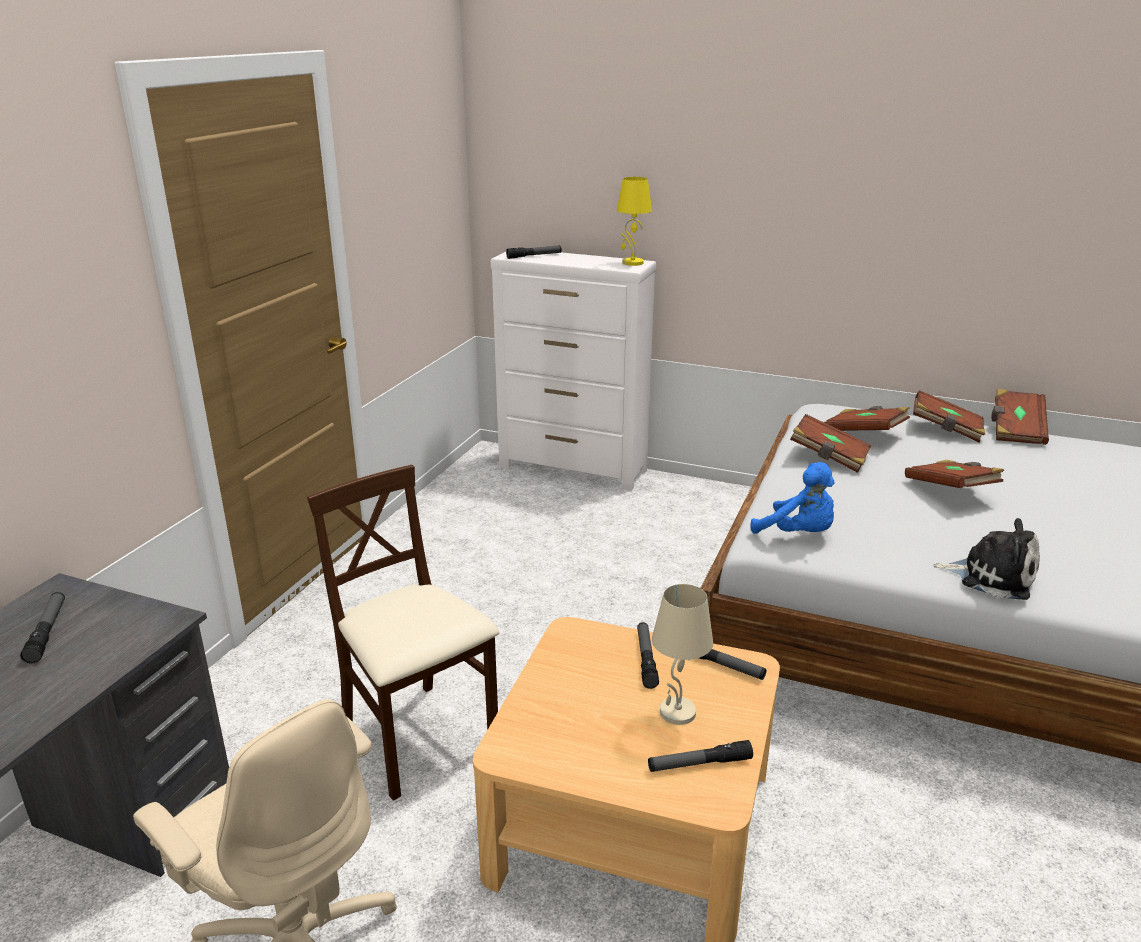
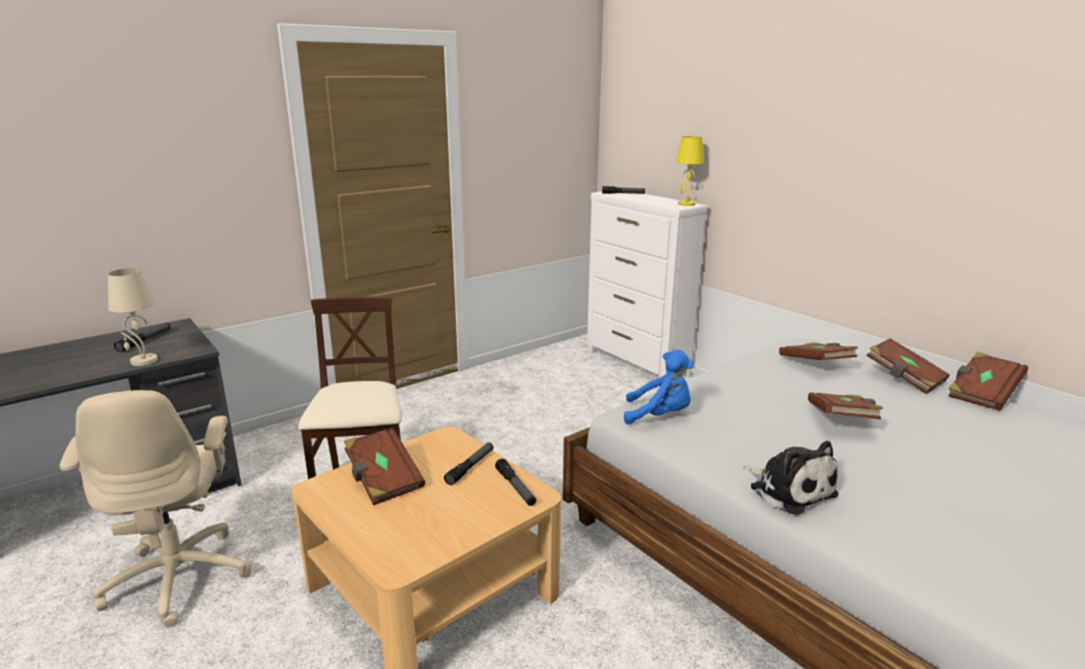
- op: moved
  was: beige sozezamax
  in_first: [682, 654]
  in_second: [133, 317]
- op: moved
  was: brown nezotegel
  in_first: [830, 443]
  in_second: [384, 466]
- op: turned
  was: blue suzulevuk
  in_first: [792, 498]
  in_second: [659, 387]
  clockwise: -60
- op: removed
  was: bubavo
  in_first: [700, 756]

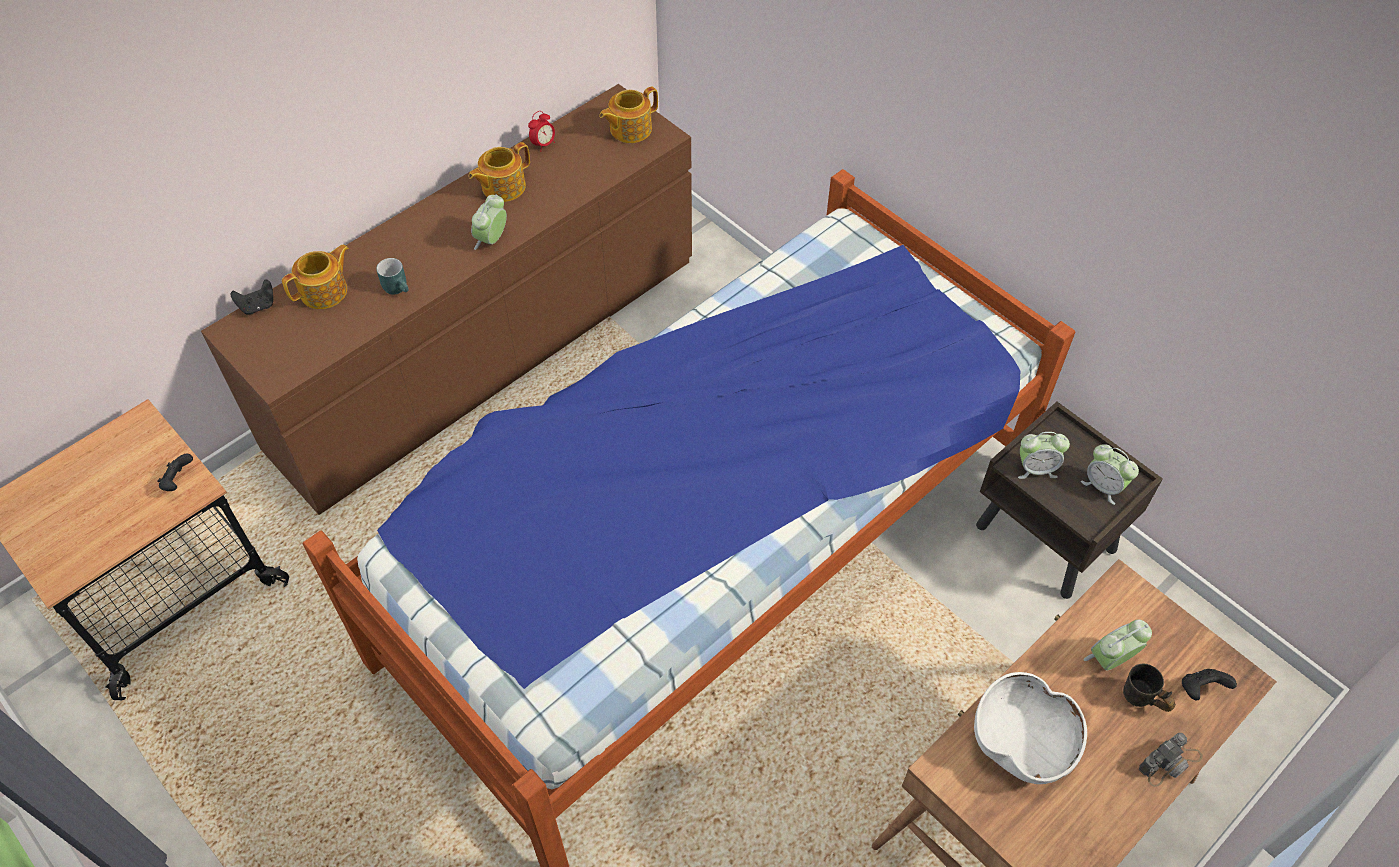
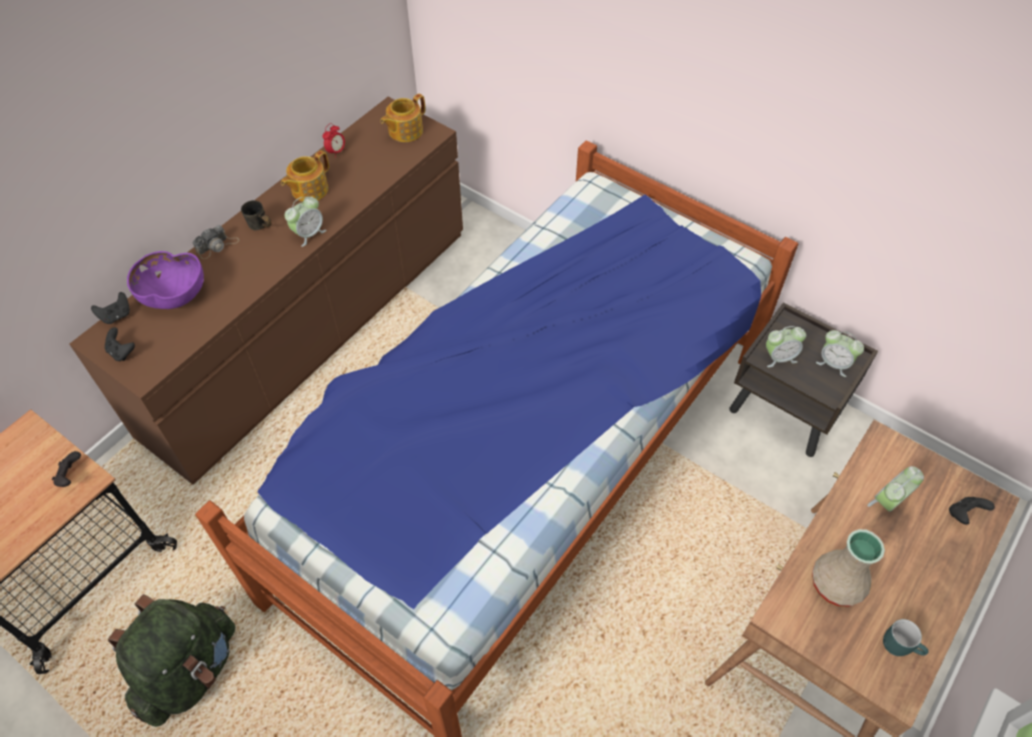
- op: added
  now: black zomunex
  in_second: [120, 344]
- op: added
  now: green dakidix
  in_second: [171, 660]
- op: replaced
  was: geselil
  now: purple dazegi
  in_first: [315, 277]
  in_second: [165, 280]
- op: moved
  was: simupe
  in_first: [1171, 760]
  in_second: [215, 242]
- op: moved
  was: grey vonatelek
  in_first: [1149, 687]
  in_second: [256, 215]
- op: turned
  was: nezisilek
  in_first: [489, 222]
  in_second: [305, 222]
  clockwise: -150
- op: replaced
  was: white dazegi
  now: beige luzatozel
  in_first: [1030, 728]
  in_second: [848, 568]
- op: moved
  was: turquoise vonatelek
  in_first: [392, 276]
  in_second: [906, 637]

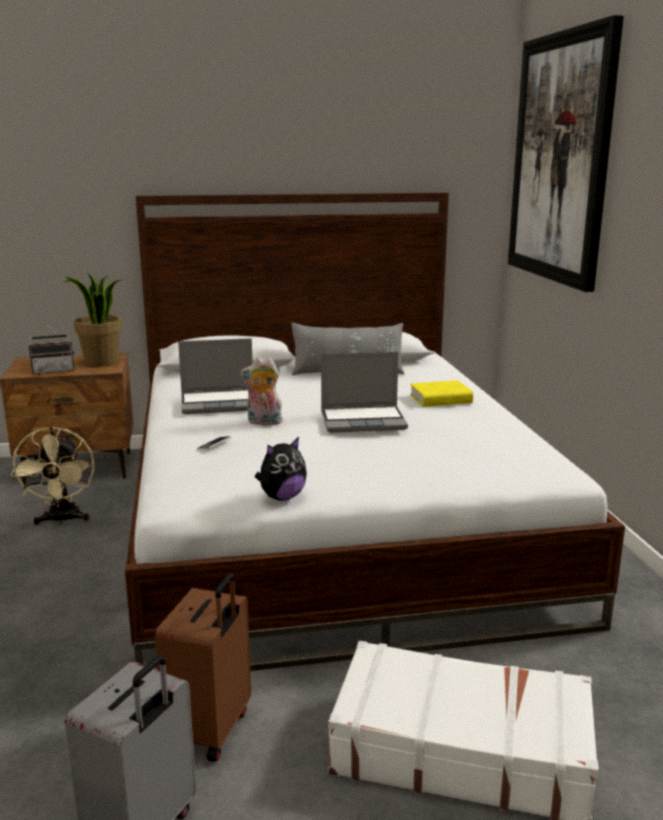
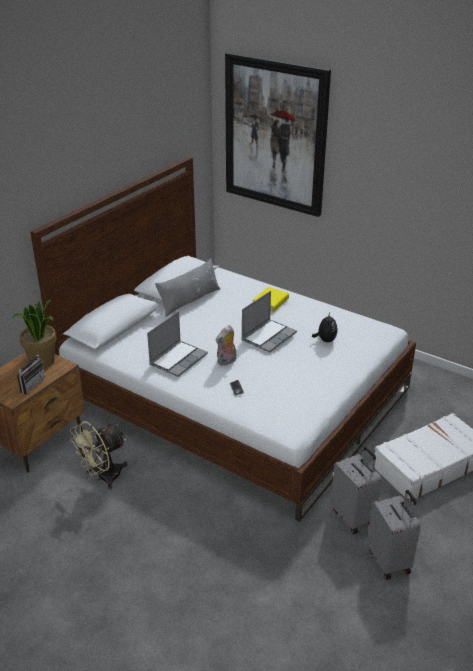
- op: turned
  was: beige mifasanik
  in_first: [52, 476]
  in_second: [98, 455]
  clockwise: 105
- op: moved
  was: suzulevuk
  in_first: [281, 469]
  in_second: [325, 327]
- op: recoloured
  was: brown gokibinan
  now: grey gokibinan
  in_first: [203, 667]
  in_second: [356, 490]

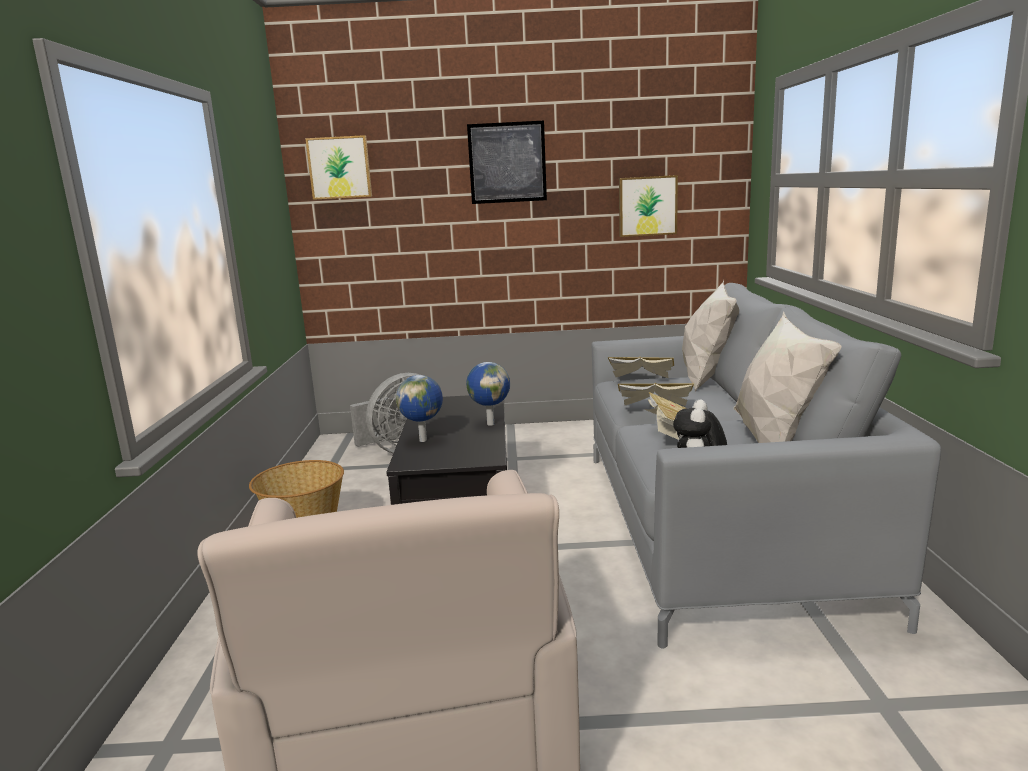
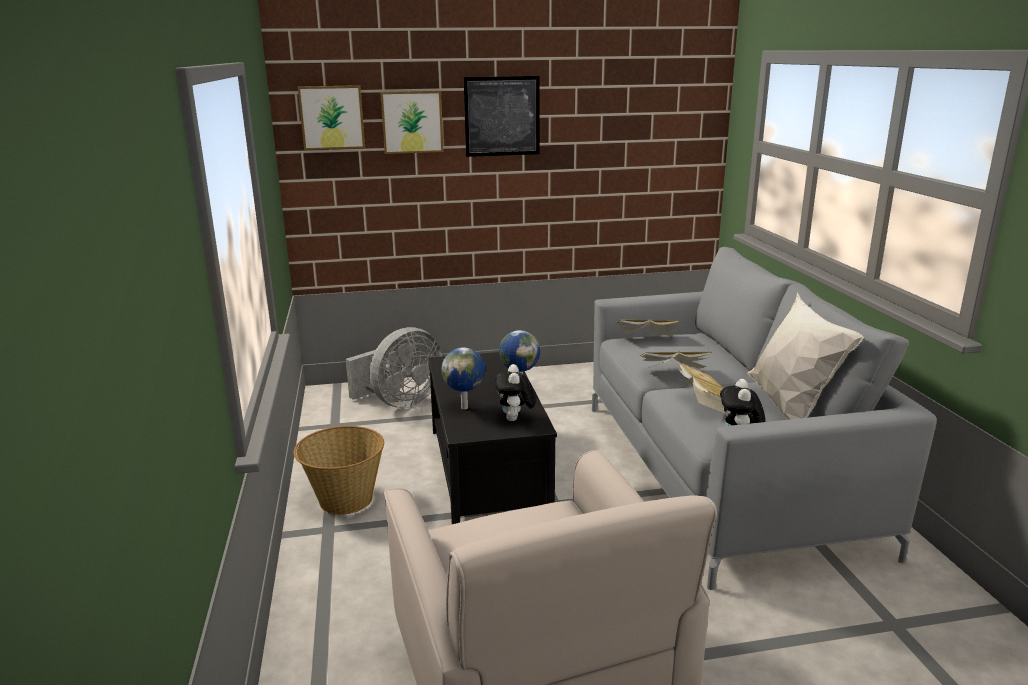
- op: moved
  was: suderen
  in_first: [648, 206]
  in_second: [412, 122]
- op: added
  now: suzulevuk
  in_second: [515, 392]
- op: removed
  was: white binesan
  in_first: [710, 336]

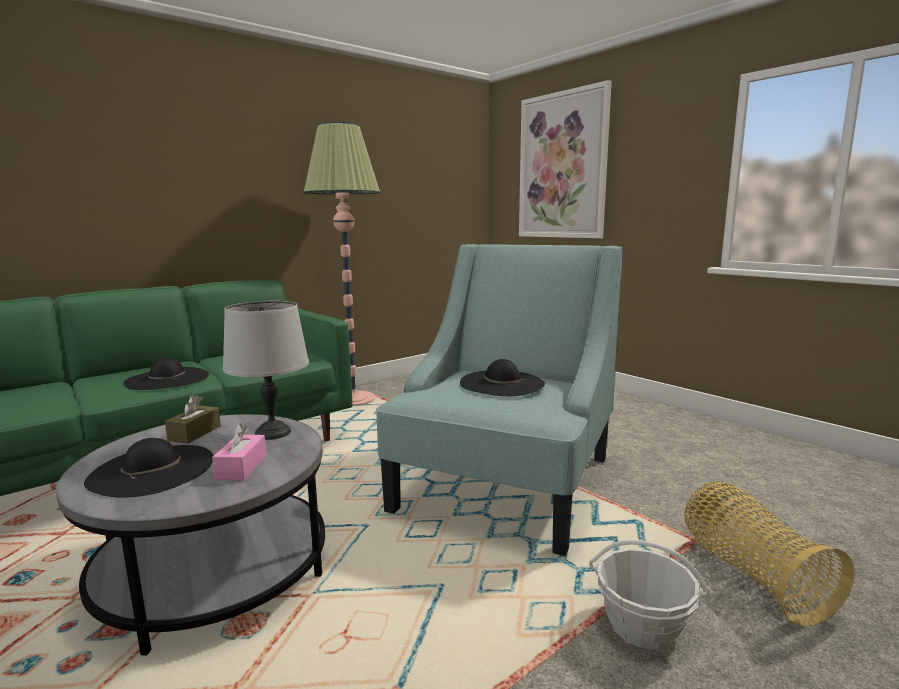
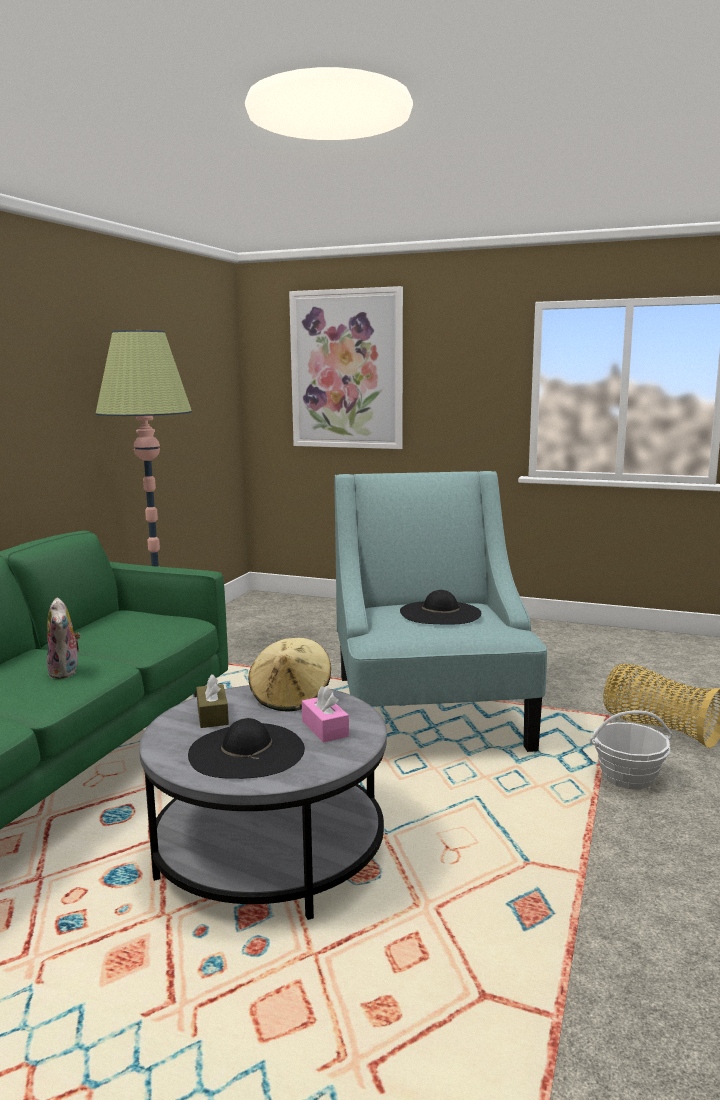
- op: replaced
  was: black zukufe
  now: suzulevuk
  in_first: [166, 373]
  in_second: [64, 638]
- op: replaced
  was: grey sozezamax
  now: beige zukufe
  in_first: [266, 370]
  in_second: [290, 674]

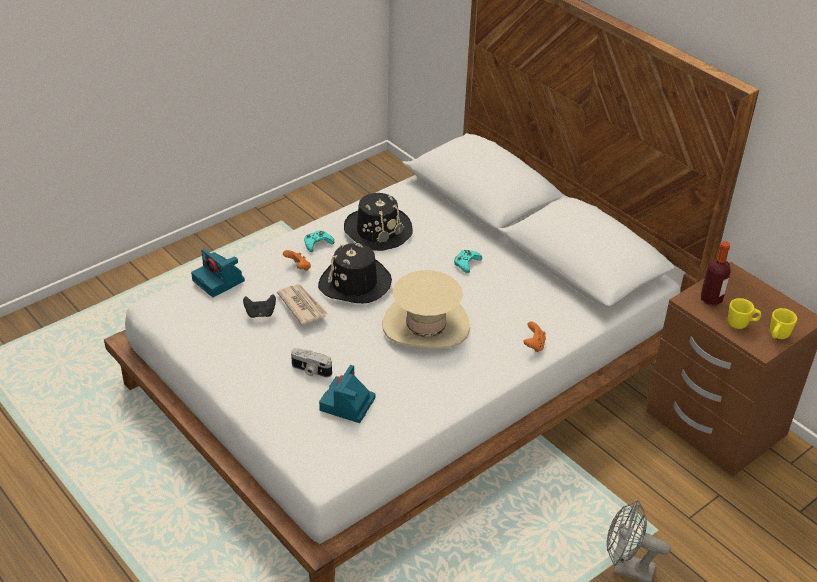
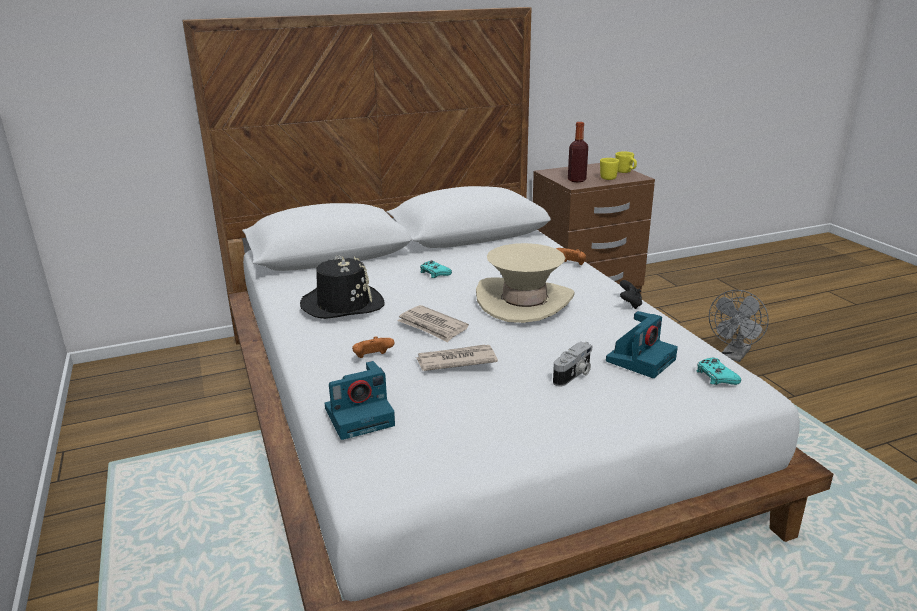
- op: replaced
  was: black zukufe
  now: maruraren
  in_first: [355, 273]
  in_second: [433, 323]
- op: turned
  was: simupe
  in_first: [347, 394]
  in_second: [642, 344]
  clockwise: -90
- op: moved
  was: black zomunex
  in_first: [259, 306]
  in_second: [631, 294]
- op: moved
  was: turquoise zomunex
  in_first: [319, 241]
  in_second: [719, 371]

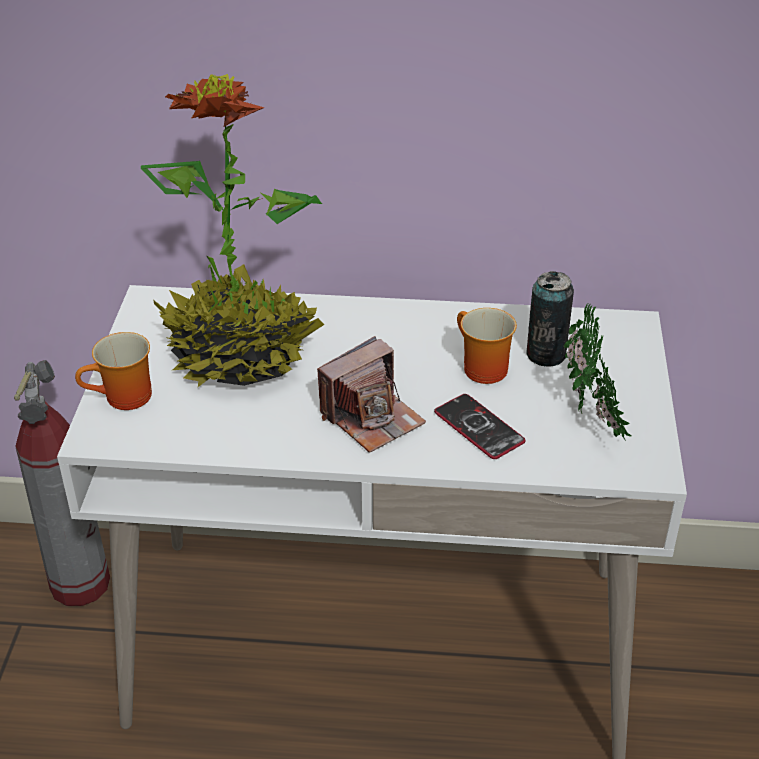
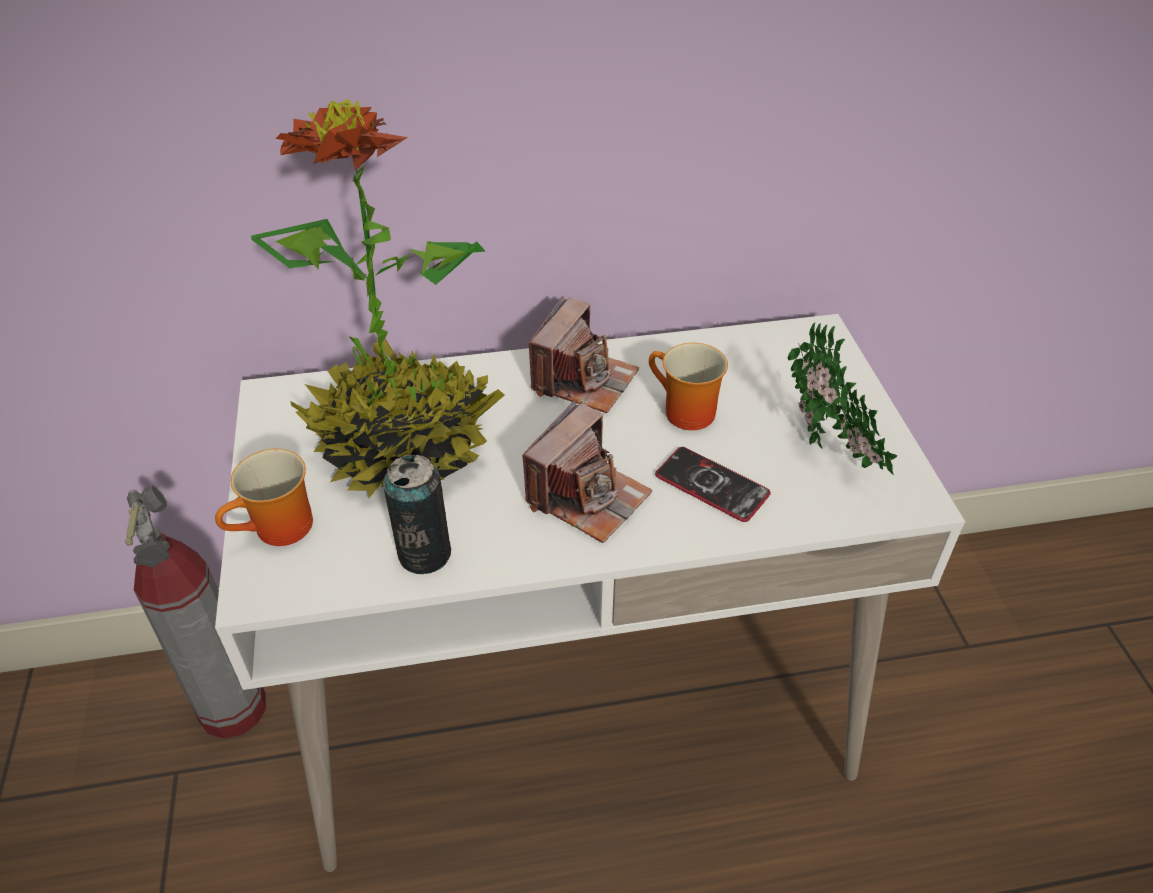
- op: moved
  was: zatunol
  in_first: [550, 319]
  in_second: [417, 514]
- op: added
  now: simupe
  in_second: [584, 354]

